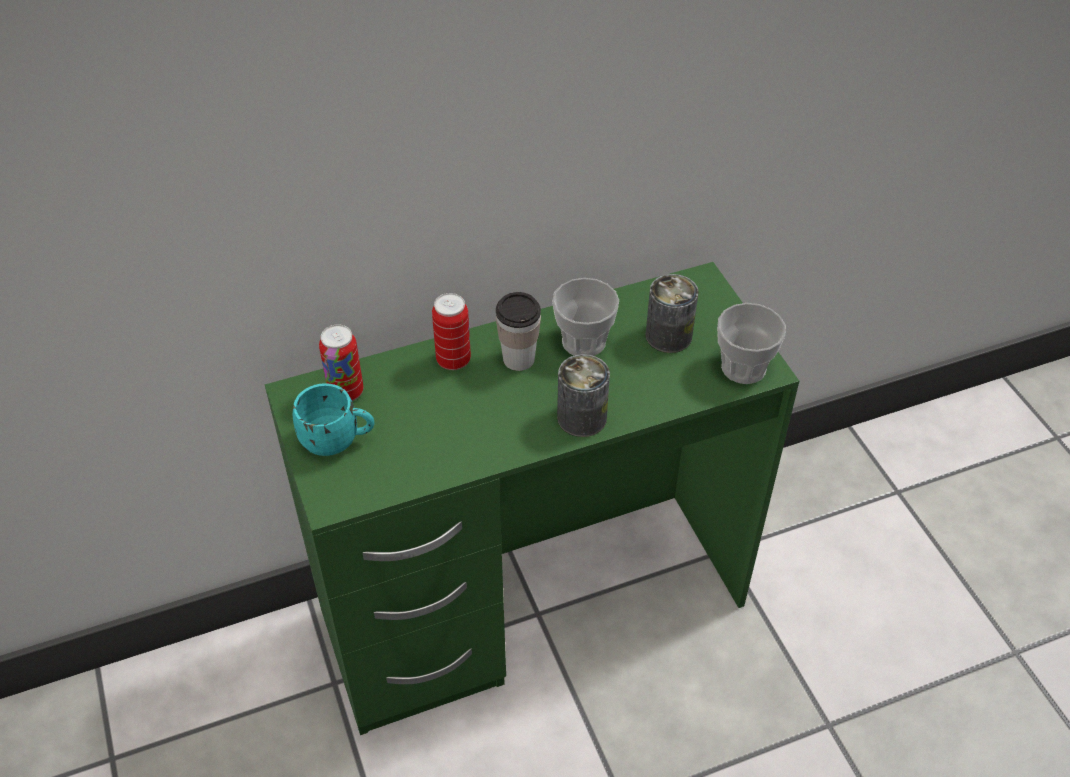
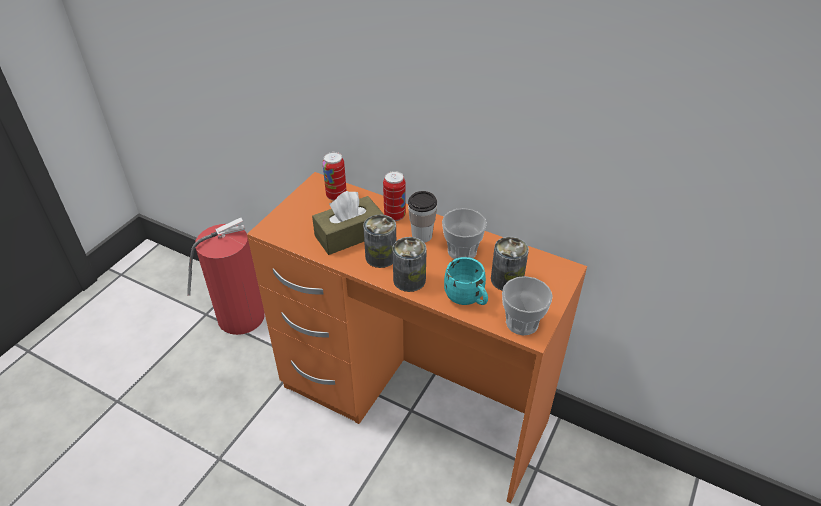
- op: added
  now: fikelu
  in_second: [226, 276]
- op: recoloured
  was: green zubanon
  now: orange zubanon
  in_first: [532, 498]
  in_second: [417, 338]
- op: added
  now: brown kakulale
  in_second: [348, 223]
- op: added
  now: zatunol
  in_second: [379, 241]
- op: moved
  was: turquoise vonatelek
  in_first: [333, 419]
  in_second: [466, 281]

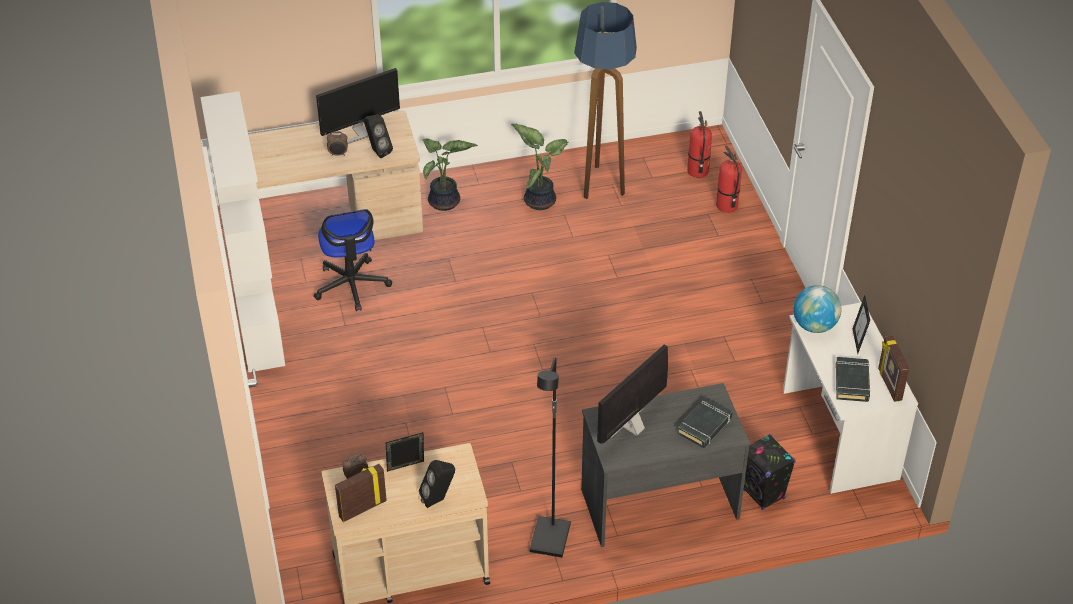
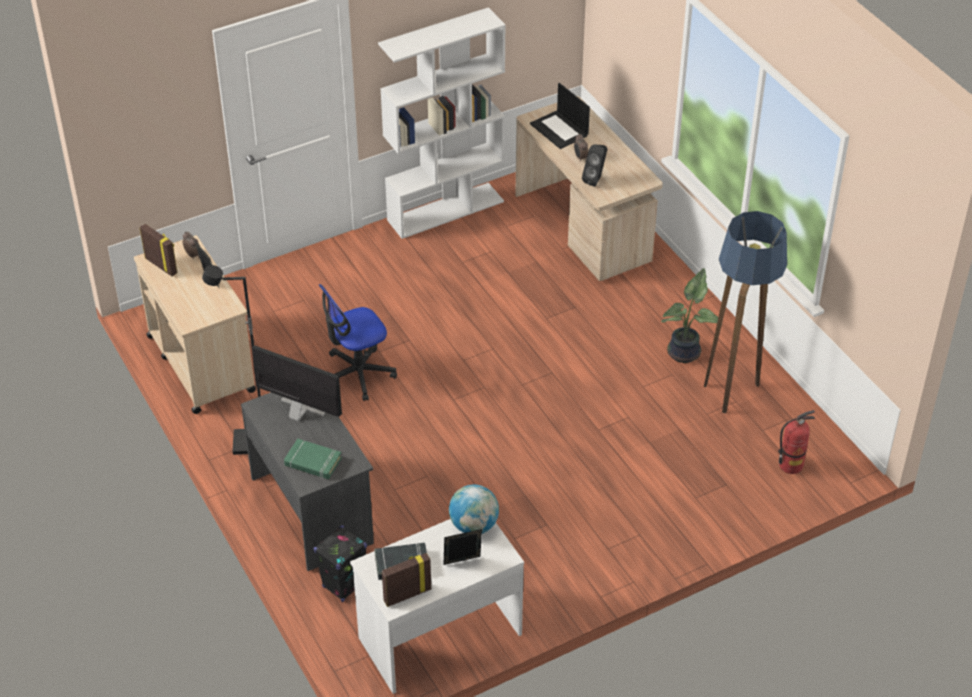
- op: recoloured
  was: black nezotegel
  now: green nezotegel
  in_first: [704, 422]
  in_second: [313, 458]
- op: moved
  was: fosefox
  in_first: [353, 260]
  in_second: [358, 342]
- op: added
  now: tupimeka
  in_second: [560, 116]
- op: removed
  was: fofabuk
  in_first: [358, 106]
- op: removed
  was: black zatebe
  in_first: [437, 484]
- op: removed
  was: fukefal
  in_first: [450, 175]
- op: removed
  was: fikelu
  in_first: [729, 179]

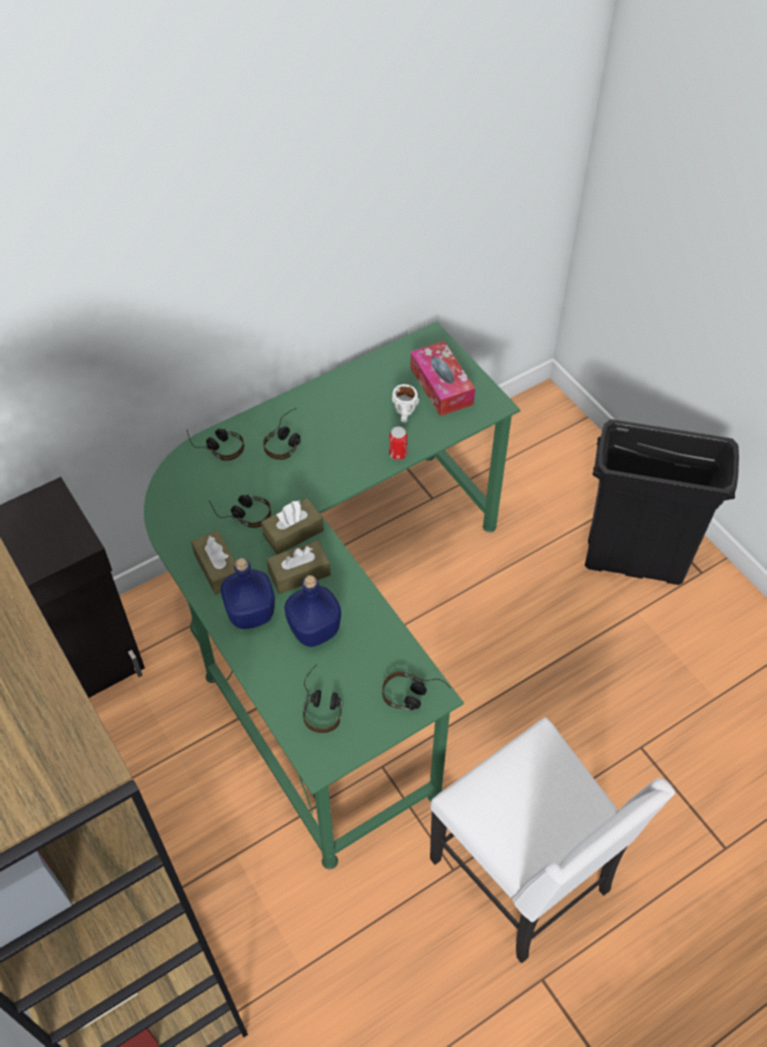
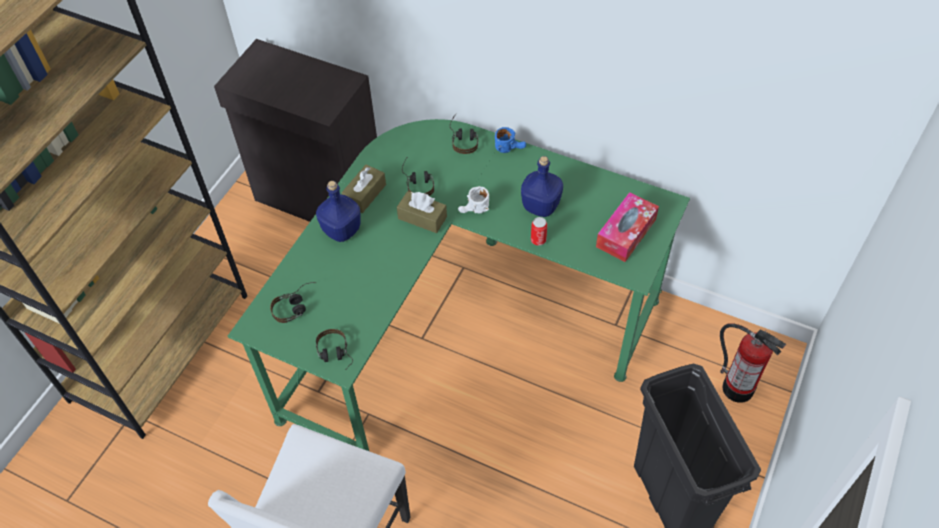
- op: moved
  was: white vonatelek
  in_first: [405, 403]
  in_second: [473, 199]
- op: added
  now: blue vonatelek
  in_second: [510, 140]
- op: moved
  was: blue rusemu
  in_first: [312, 611]
  in_second: [542, 186]
- op: added
  now: fikelu
  in_second: [753, 363]
- op: removed
  was: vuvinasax
  in_first: [282, 434]
- op: removed
  was: brown kakulale
  in_first: [299, 567]

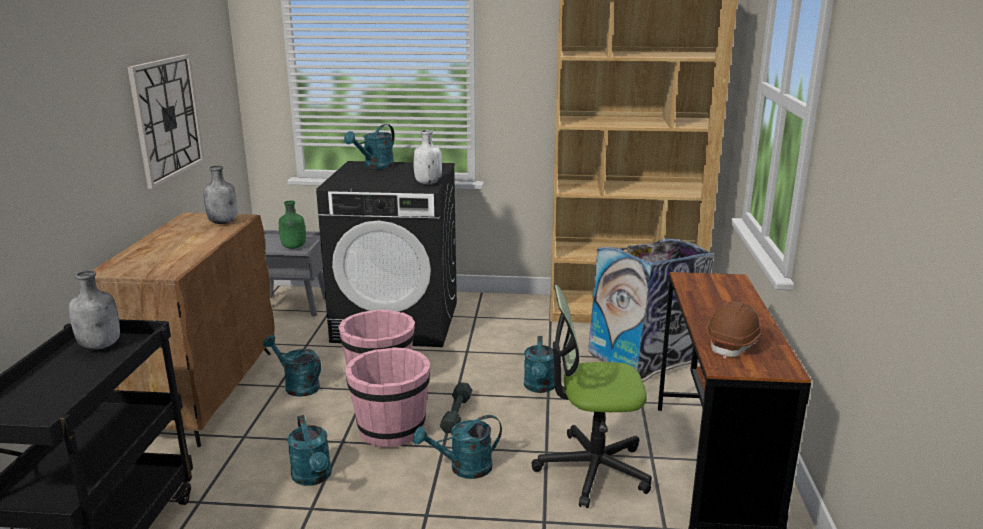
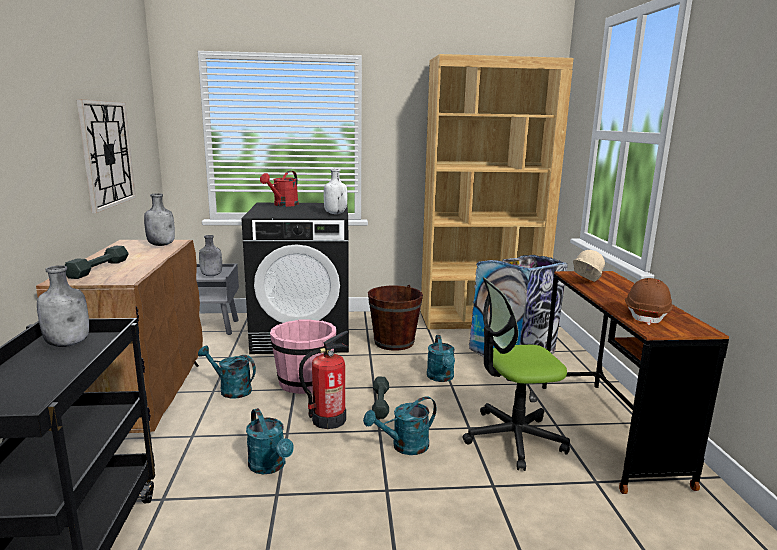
- op: added
  now: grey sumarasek
  in_second: [96, 262]
- op: recoloured
  was: green rusemu
  now: grey rusemu
  in_first: [292, 225]
  in_second: [210, 255]
- op: recoloured
  was: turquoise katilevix
  now: red katilevix
  in_first: [369, 146]
  in_second: [279, 189]
- op: replaced
  was: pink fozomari
  now: fikelu
  in_first: [387, 397]
  in_second: [324, 380]
- op: added
  now: brown fozomari
  in_second: [395, 318]
- op: added
  now: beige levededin
  in_second: [589, 266]

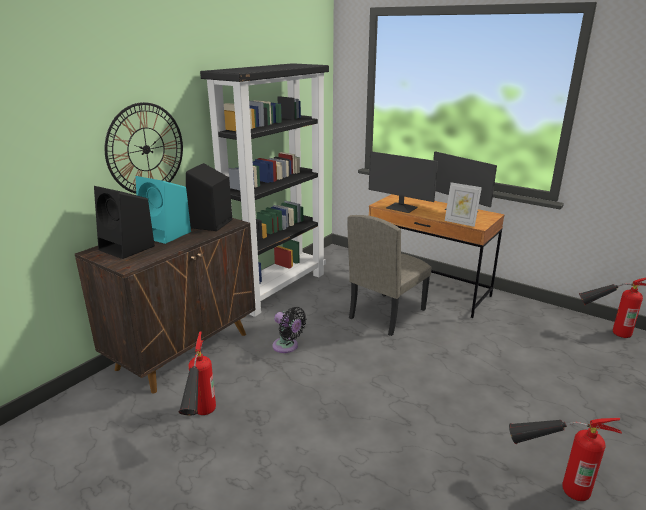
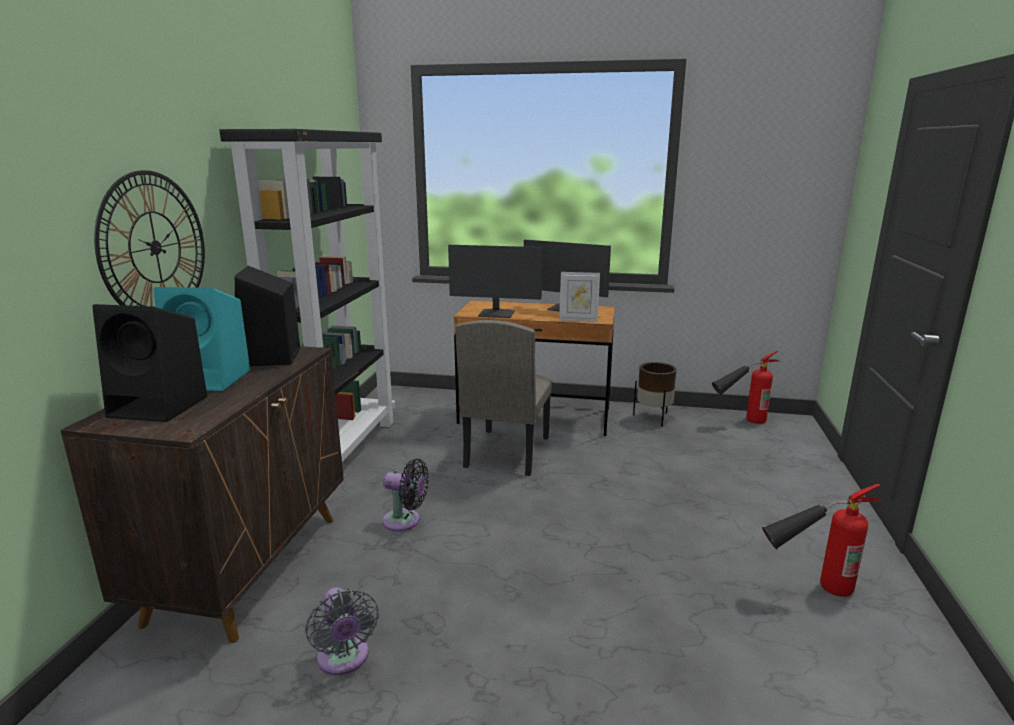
- op: replaced
  was: fikelu
  now: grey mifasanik
  in_first: [197, 373]
  in_second: [342, 631]
- op: added
  now: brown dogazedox
  in_second: [655, 394]

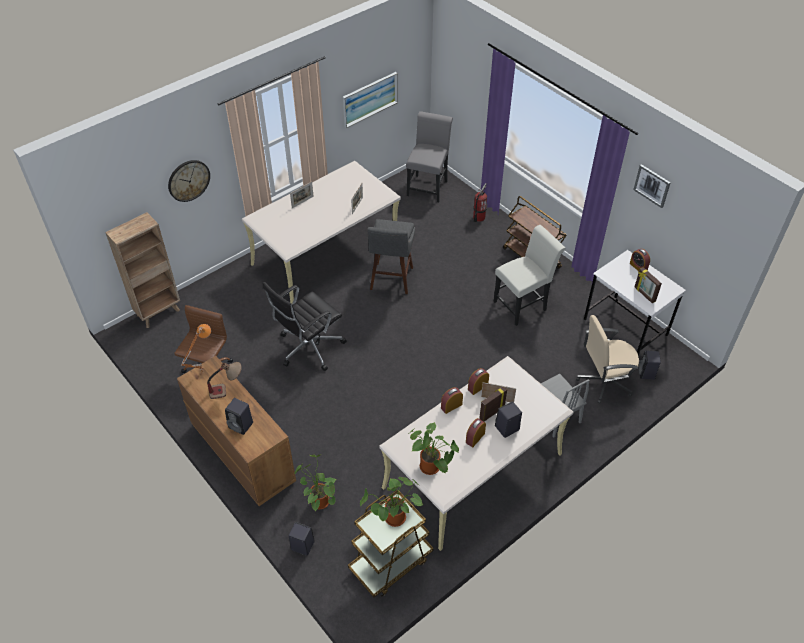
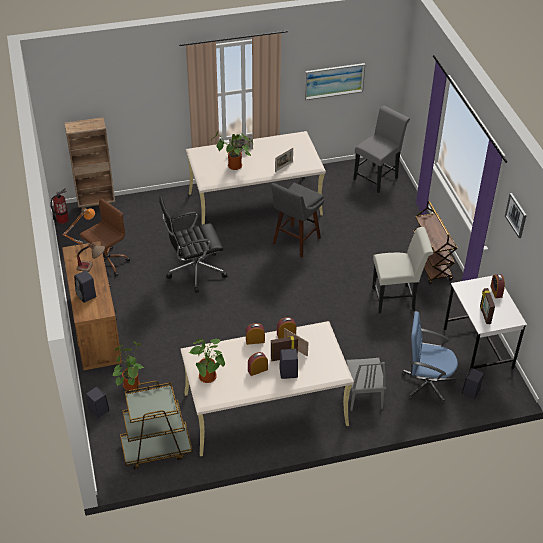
- op: moved
  was: fikelu
  in_first: [480, 202]
  in_second: [60, 206]
- op: moved
  was: fukefal
  in_first: [392, 502]
  in_second: [232, 151]
- op: recoloured
  was: beige fosefox
  now: blue fosefox
  in_first: [607, 359]
  in_second: [430, 357]
- op: removed
  was: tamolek
  in_first: [189, 181]

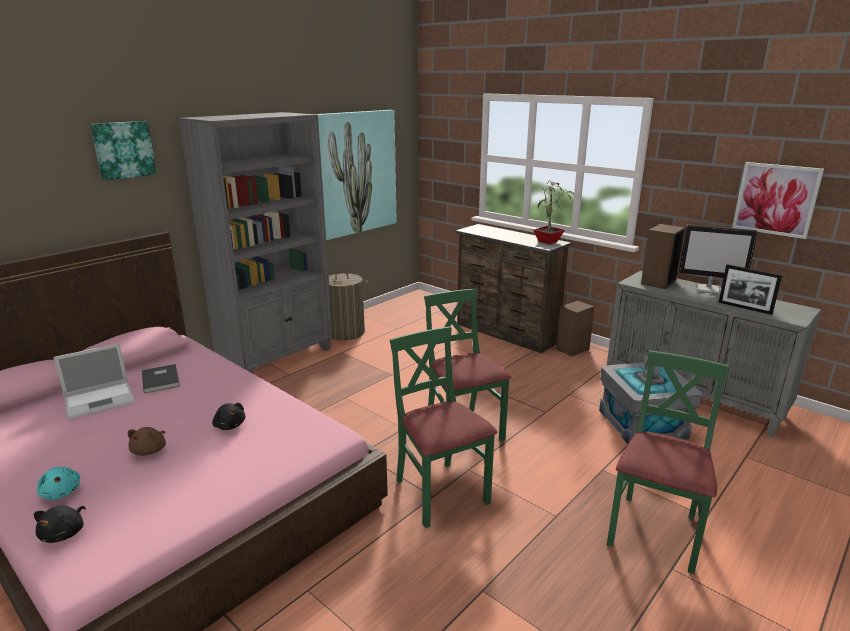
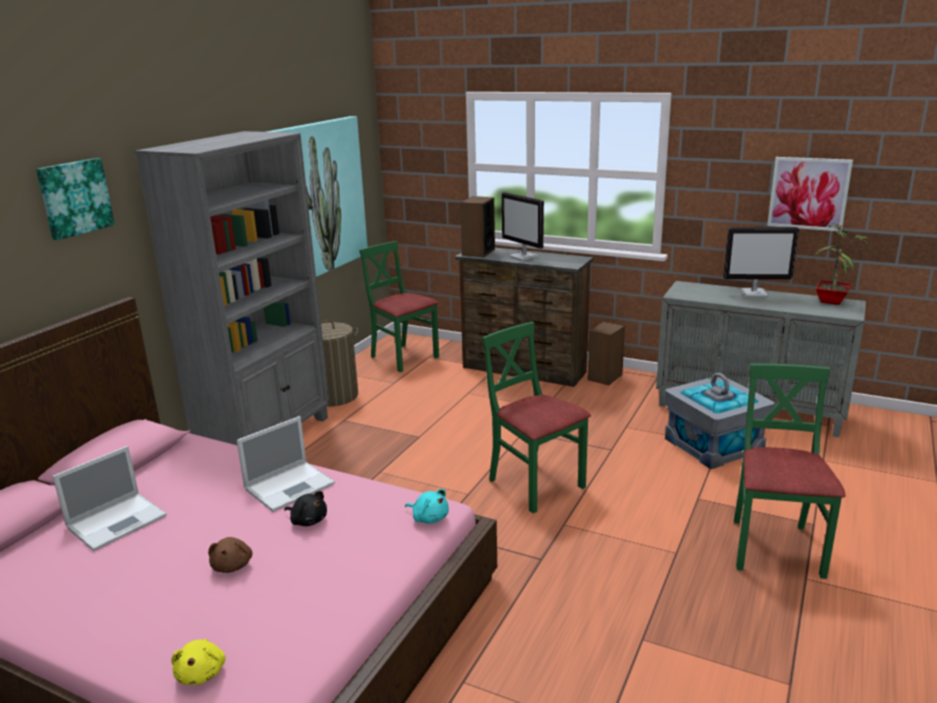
- op: recoloured
  was: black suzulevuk
  now: yellow suzulevuk
  in_first: [60, 524]
  in_second: [198, 662]
- op: added
  now: tupimeka
  in_second: [286, 464]
- op: moved
  was: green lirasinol
  in_first: [443, 427]
  in_second: [399, 306]
- op: moved
  was: turquoise suzulevuk
  in_first: [58, 483]
  in_second: [427, 506]
- op: moved
  was: zatebe
  in_first: [663, 256]
  in_second: [477, 227]
- op: added
  now: fofabuk
  in_second: [523, 226]
- op: moved
  was: fukefal
  in_first: [553, 212]
  in_second: [842, 264]
- op: removed
  was: grey nezotegel
  in_first: [161, 378]
- op: removed
  was: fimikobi
  in_first: [750, 289]

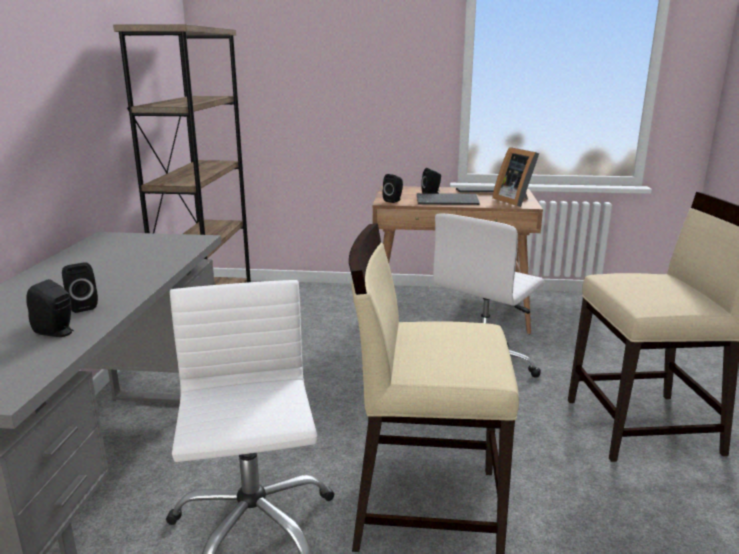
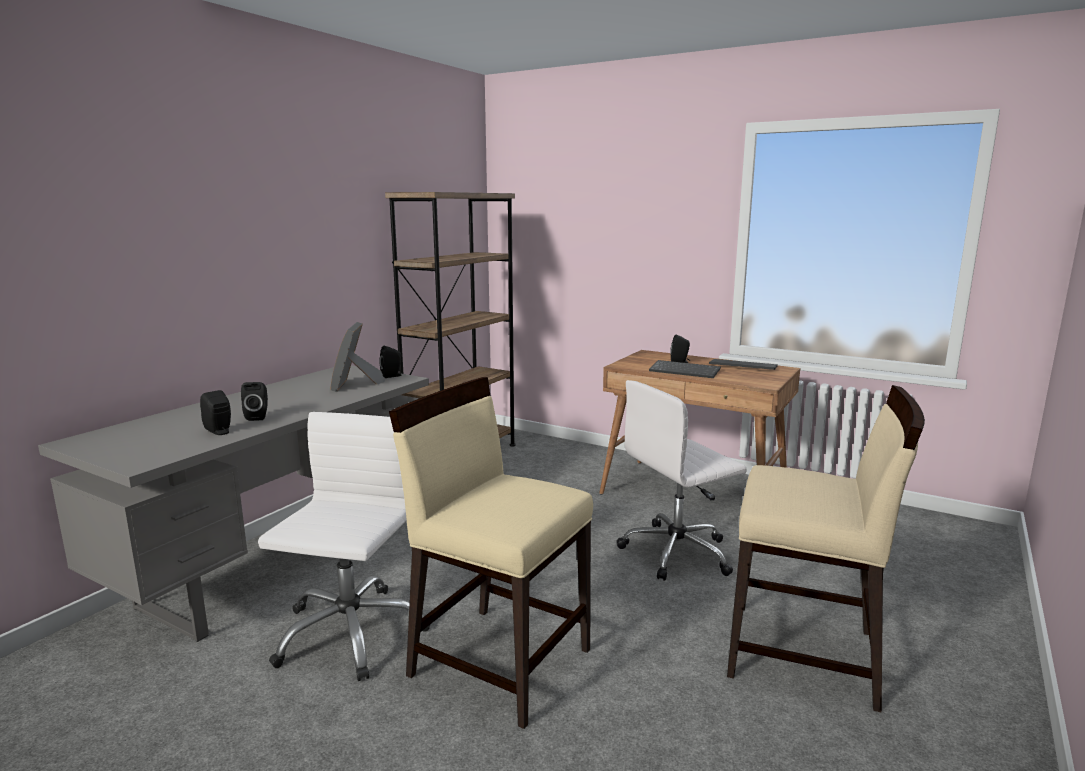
- op: moved
  was: fimikobi
  in_first: [515, 177]
  in_second: [358, 357]
- op: moved
  was: black zatebe
  in_first: [393, 188]
  in_second: [391, 362]

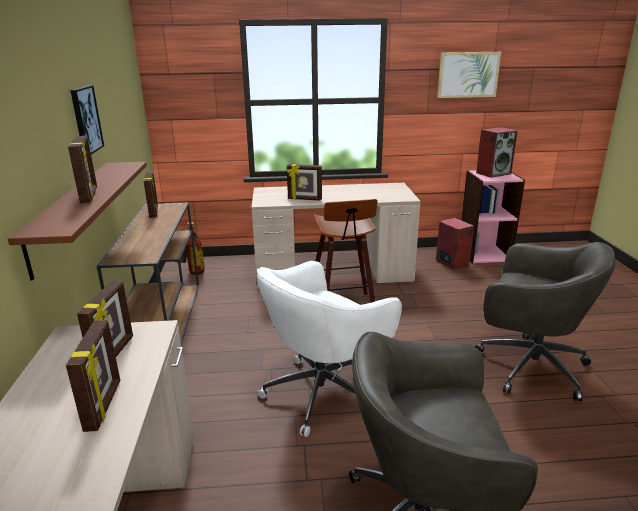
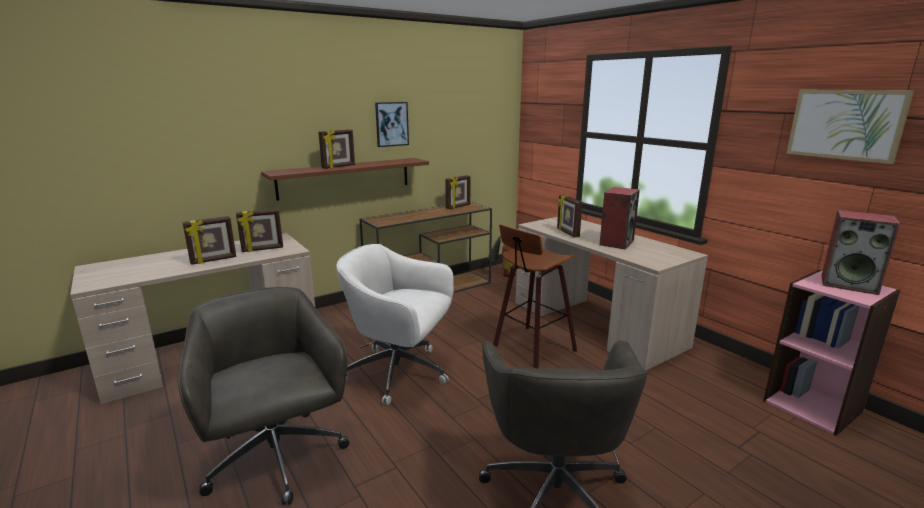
- op: moved
  was: zatebe
  in_first: [455, 244]
  in_second: [619, 218]

